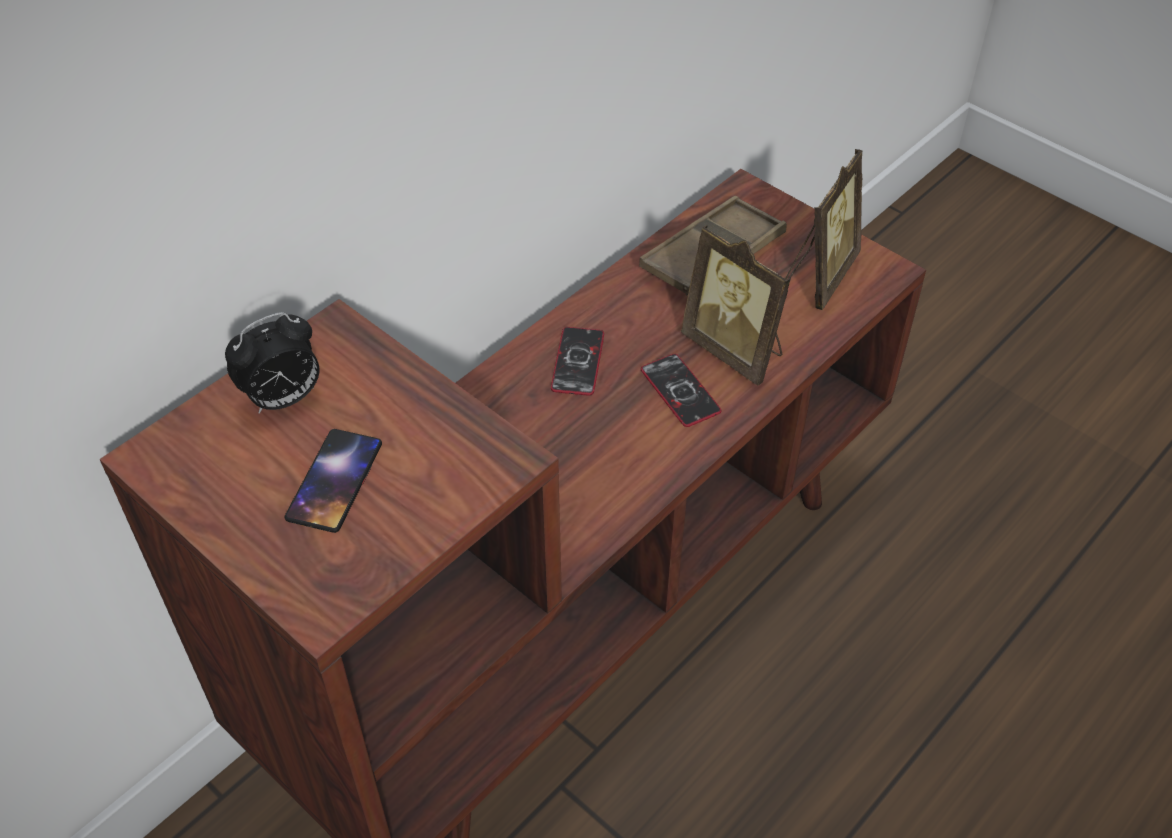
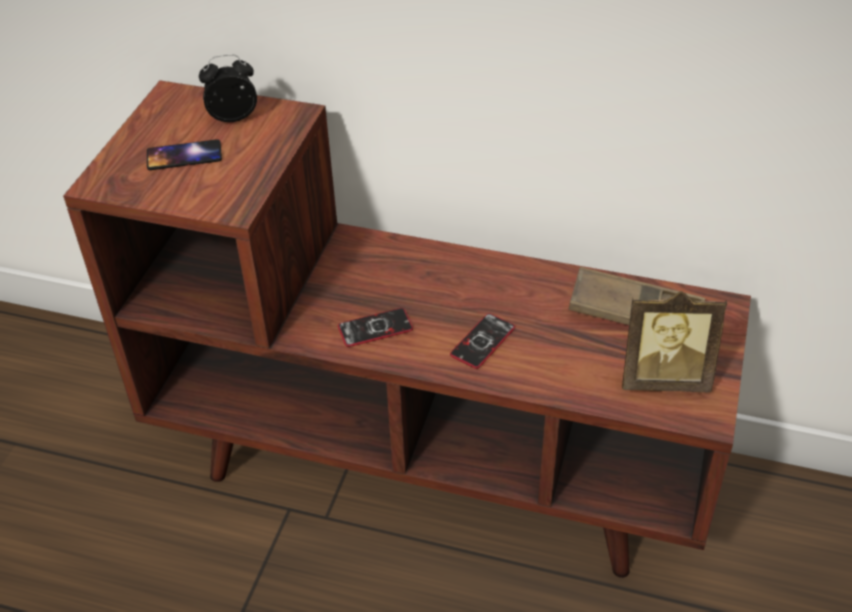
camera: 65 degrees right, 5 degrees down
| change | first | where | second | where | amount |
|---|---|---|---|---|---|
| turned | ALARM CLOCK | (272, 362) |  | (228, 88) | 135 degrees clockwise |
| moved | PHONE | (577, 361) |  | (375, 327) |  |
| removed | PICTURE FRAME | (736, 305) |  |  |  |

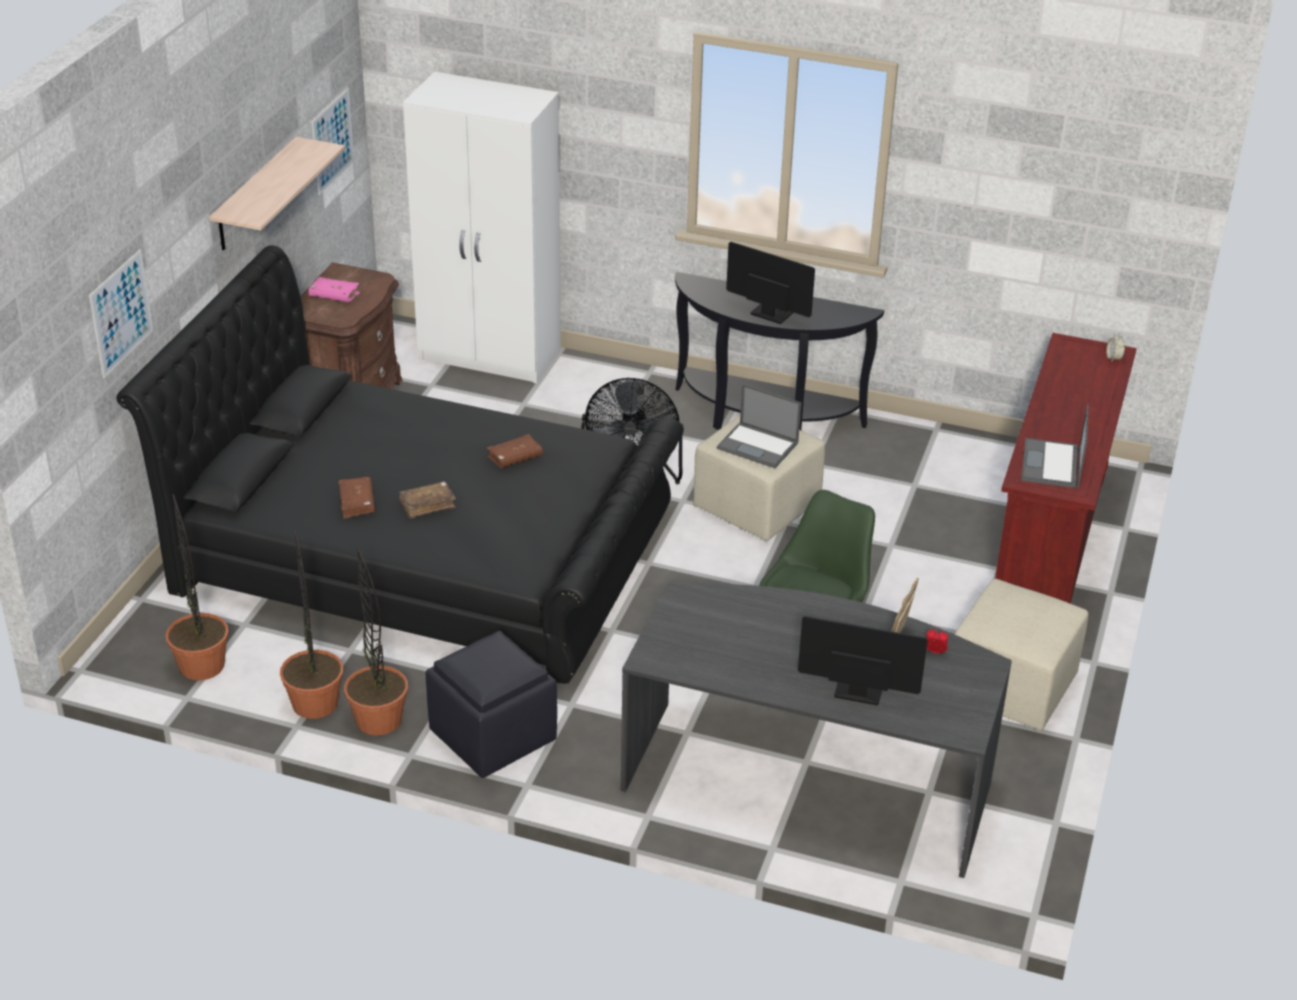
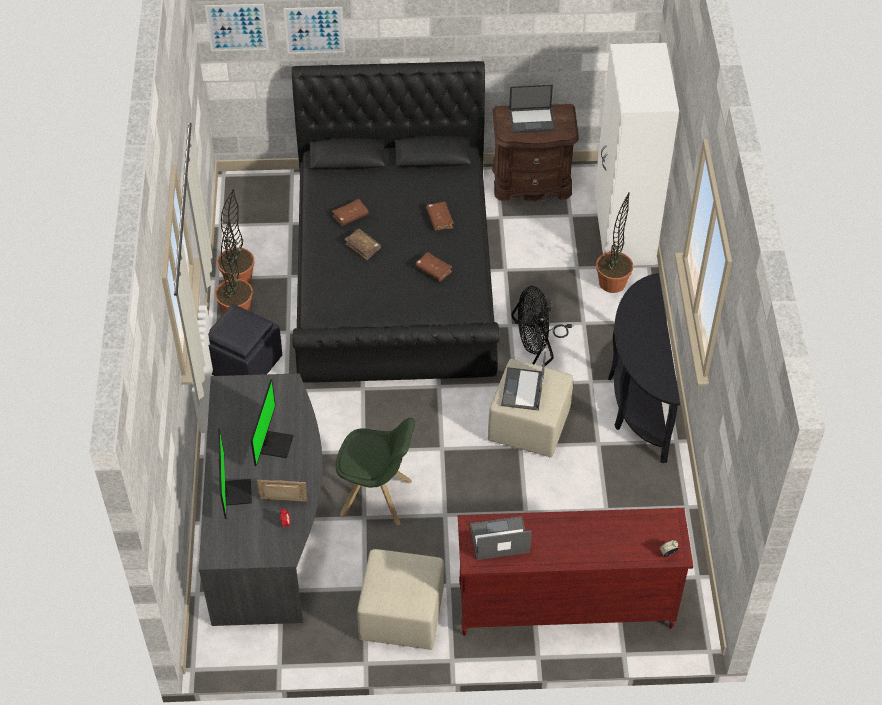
camera: 70 degrees right, 15 degrees up
| change | first | where | second | where | amount |
|---|---|---|---|---|---|
| moved | POTTED PLANT | (197, 587) |  | (614, 242) |  |
| removed | SHELF | (277, 193) |  |  |  |
| replaced | PINK BOOK | (334, 289) | LAPTOP | (532, 108) |  |
| moved | PICTURE | (333, 141) |  | (237, 27) |  |
| moved | MONITOR | (770, 283) |  | (272, 422) |  |
| added |  |  | BROWN BOOK | (440, 216) |  |

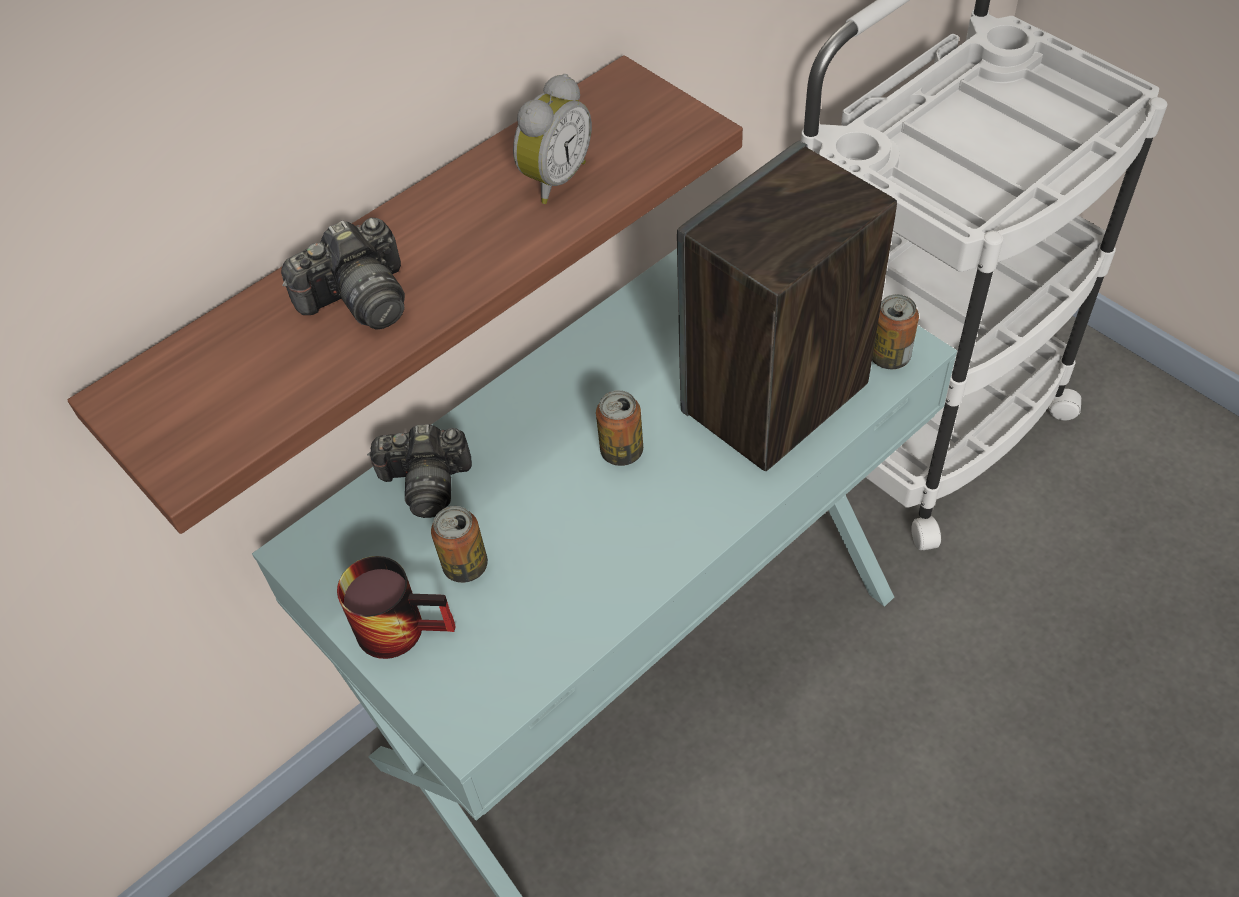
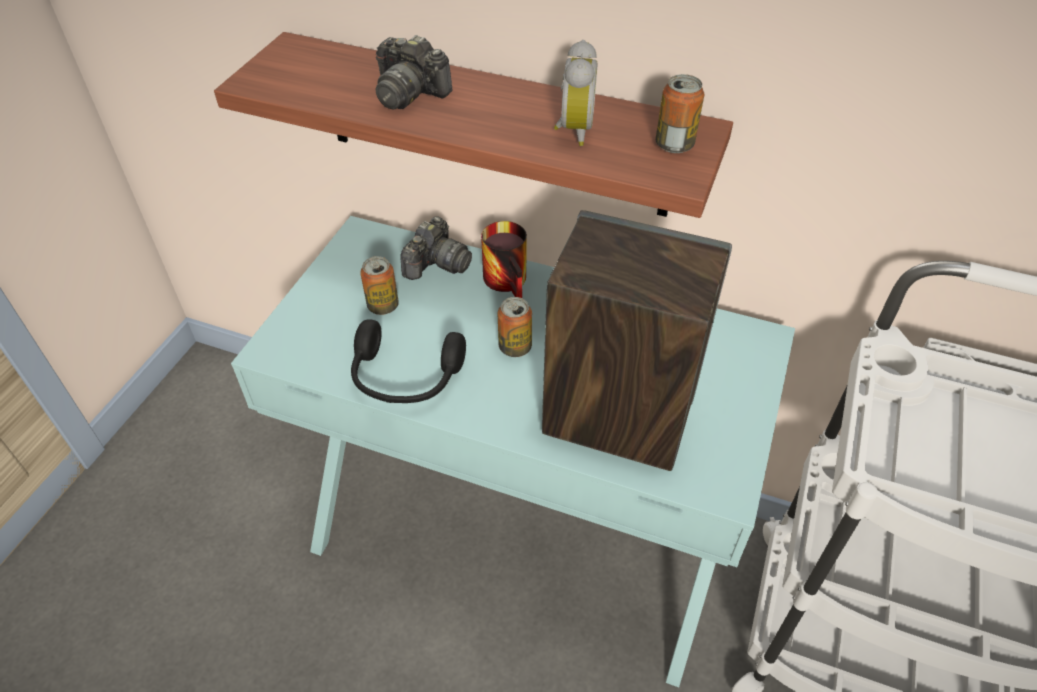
camera: 60 degrees right, 5 degrees down
| change | first | where | second | where | amount |
|---|---|---|---|---|---|
| moved | MUG | (396, 607) |  | (504, 259) |  |
| turned | PHOTO CAMERA | (419, 471) |  | (436, 248) | 120 degrees counterclockwise |
| turned | ALARM CLOCK | (552, 139) |  | (575, 93) | 90 degrees counterclockwise |
| moved | CAN | (895, 331) |  | (680, 113) |  |
| added |  |  | BLACK HEADPHONES | (408, 361) |  |

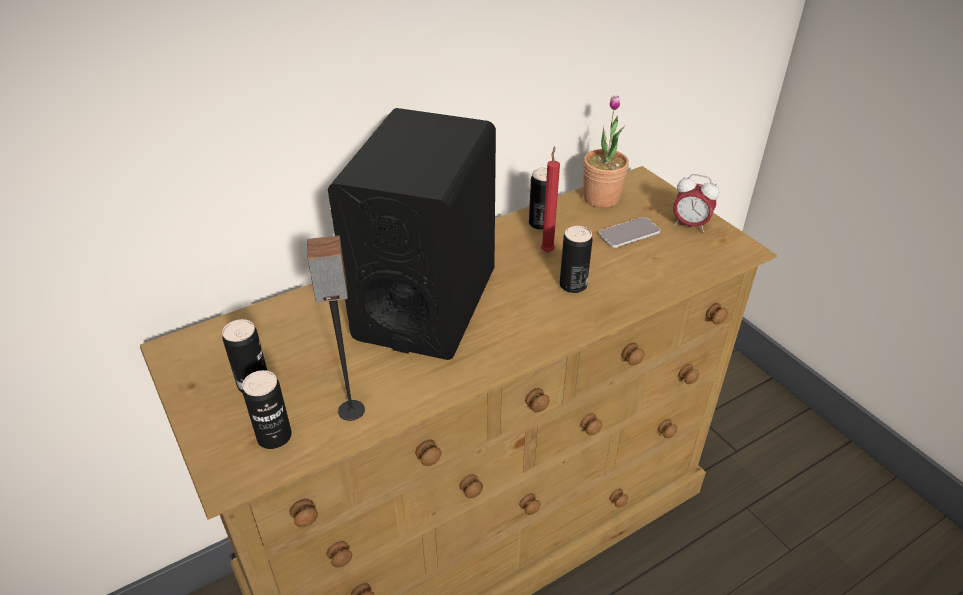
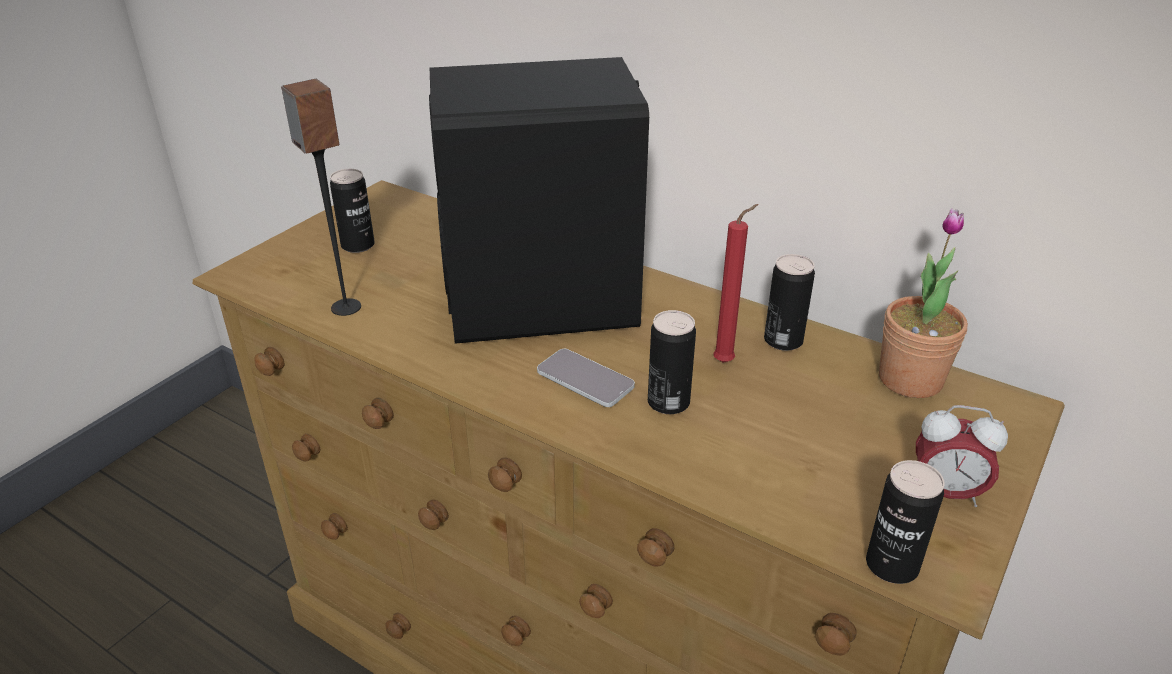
camera: 65 degrees right, 5 degrees down
| change | first | where | second | where | amount |
|---|---|---|---|---|---|
| moved | CAN | (267, 409) |  | (905, 522) |  |
| moved | PHONE | (630, 232) |  | (586, 378) |  |
| turned | ALARM CLOCK | (696, 203) |  | (962, 456) | 75 degrees counterclockwise |

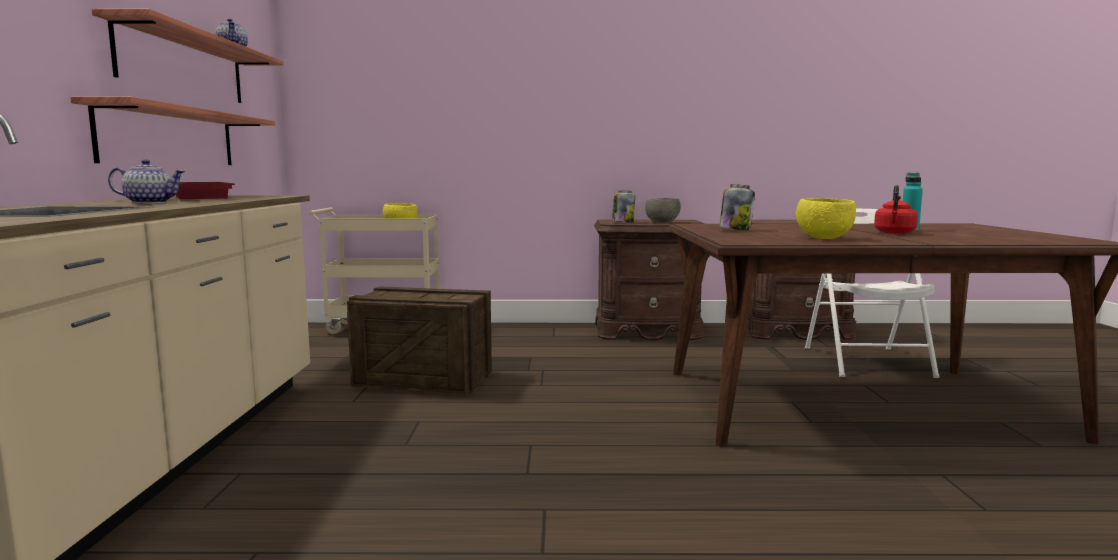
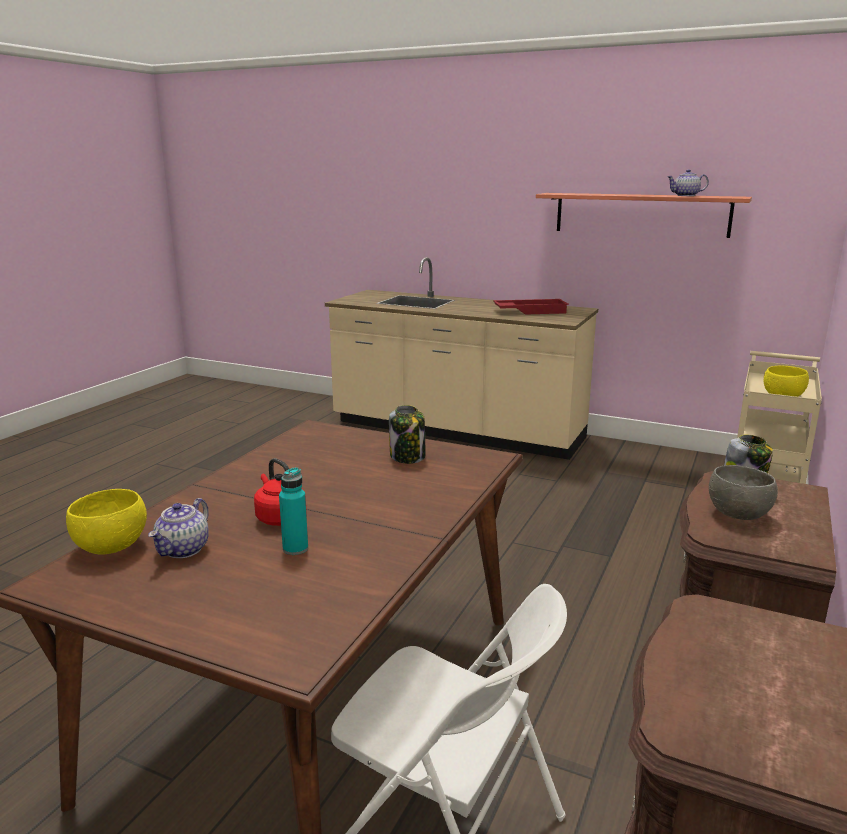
camera: 115 degrees right, 10 degrees up
| change | first | where | second | where | amount |
|---|---|---|---|---|---|
| removed | SHELF | (172, 130) |  |  |  |
| moved | TEAPOT | (146, 181) |  | (178, 528) |  |
| removed | CRATE | (419, 340) |  |  |  |
| moved | YELLOW BOWL | (826, 218) |  | (106, 522) |  |

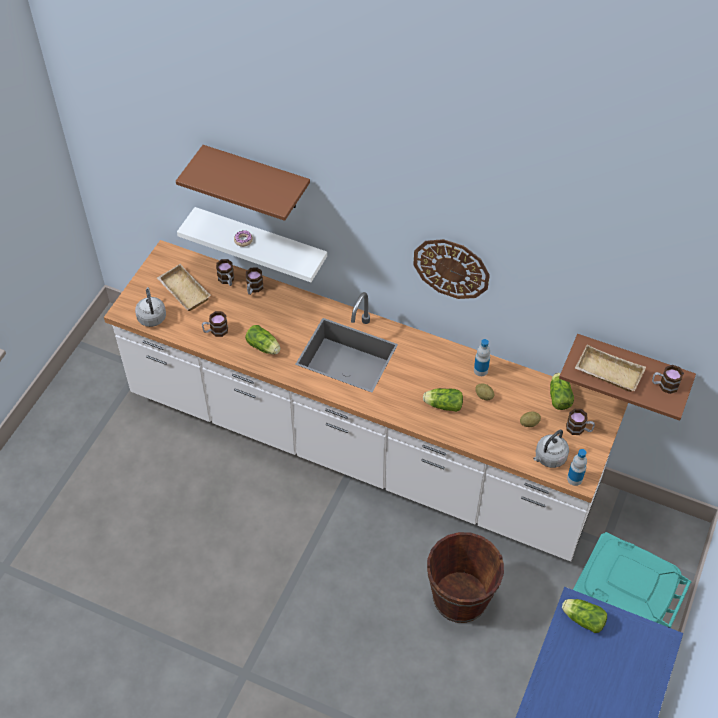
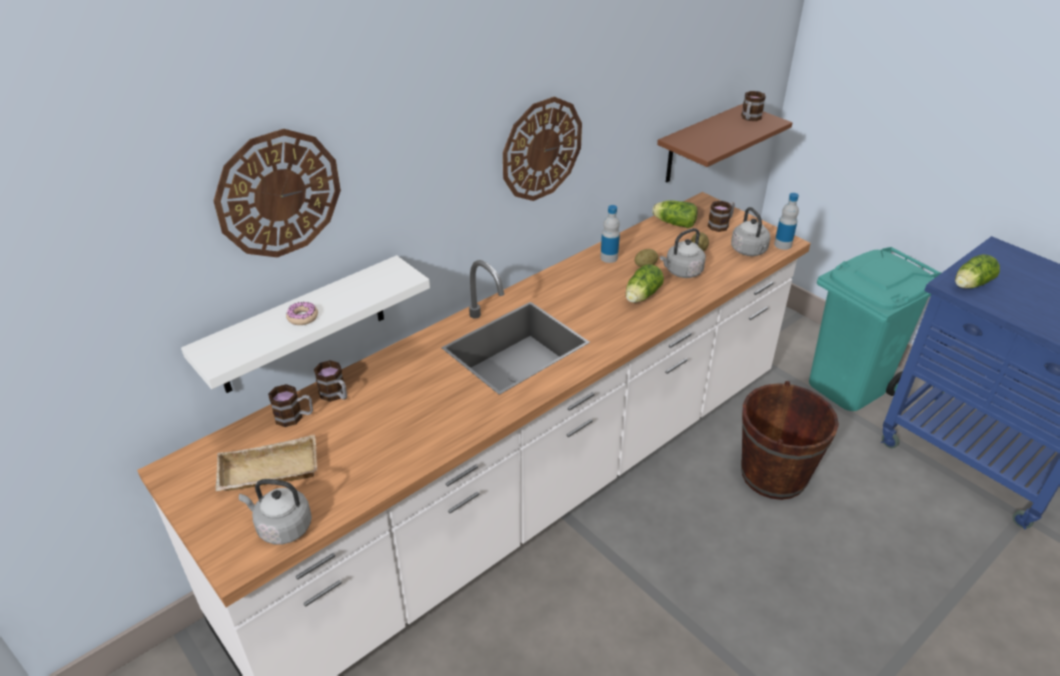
camera: 65 degrees left, 15 degrees down
| change | first | where | second | where | amount |
|---|---|---|---|---|---|
| replaced | BROWN SHELF | (243, 183) | WALL CLOCK | (277, 193) |  |
| removed | MUG | (215, 324) |  |  |  |
| removed | LETTUCE | (262, 340) |  |  |  |
| removed | BEIGE TRAY | (610, 368) |  |  |  |
| added |  |  | GREY KETTLE | (683, 253) |  |

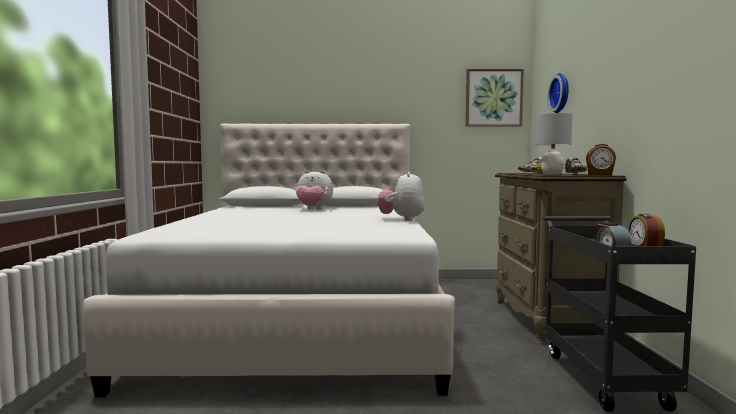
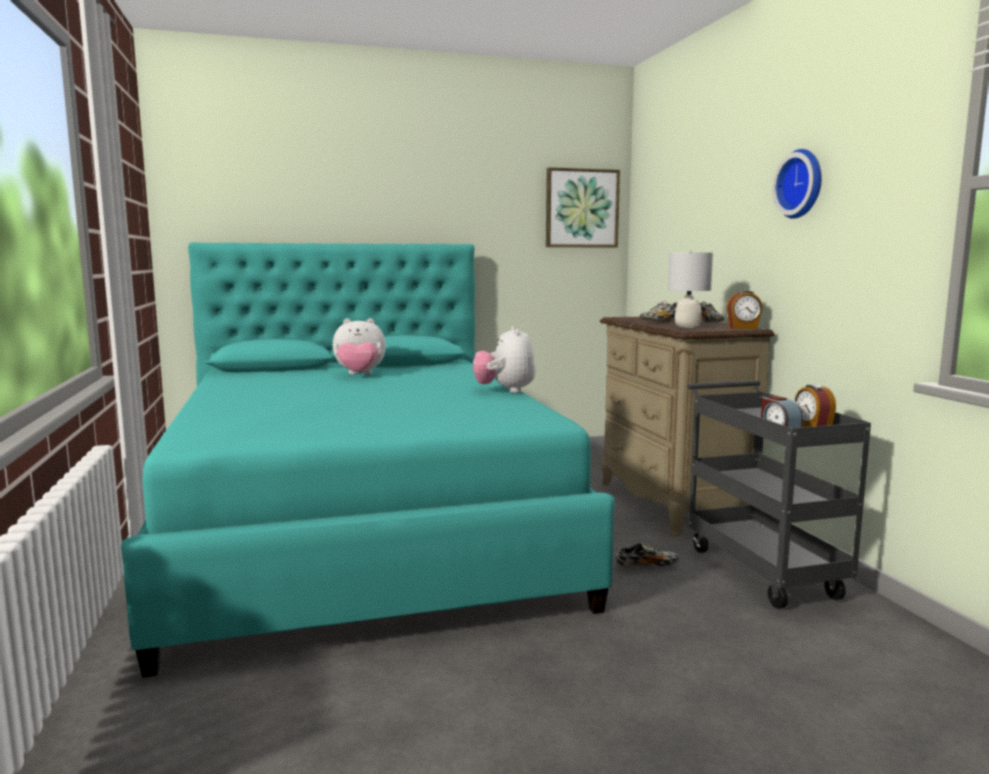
camera: 15 degrees left, 5 degrees up
| change | first | where | second | where | amount |
|---|---|---|---|---|---|
| recoloured | WHITE BED | (269, 260) | TURQUOISE BED | (368, 460) |  |
| moved | WALL CLOCK | (558, 93) |  | (797, 184) |  |
| added |  |  | SHOE | (647, 555) |  |

